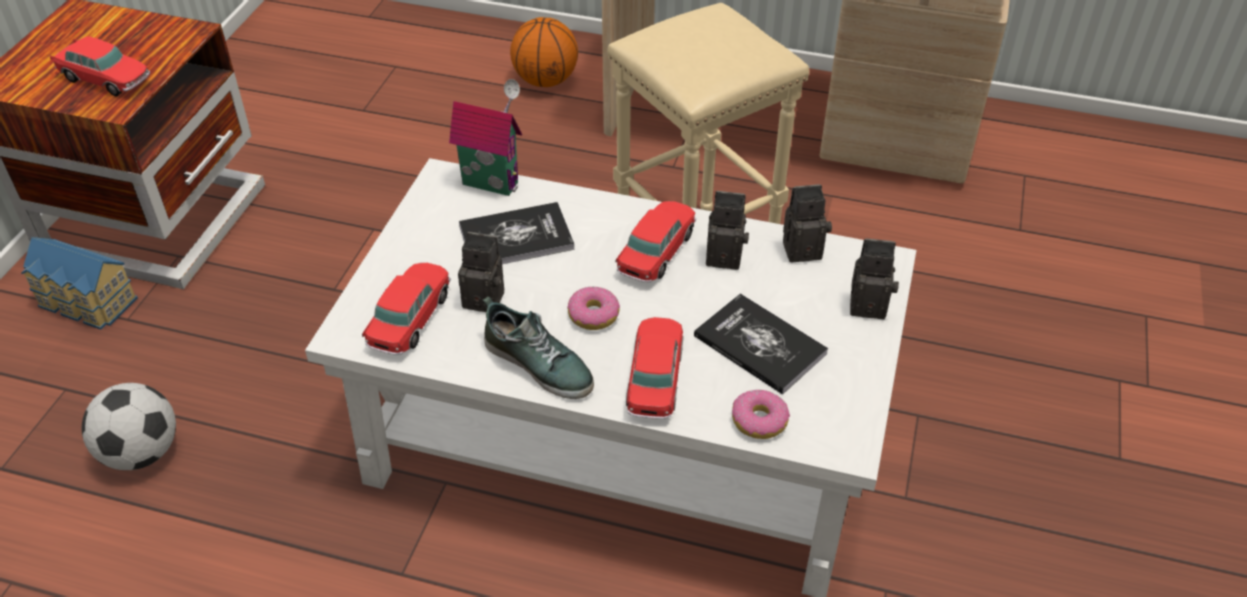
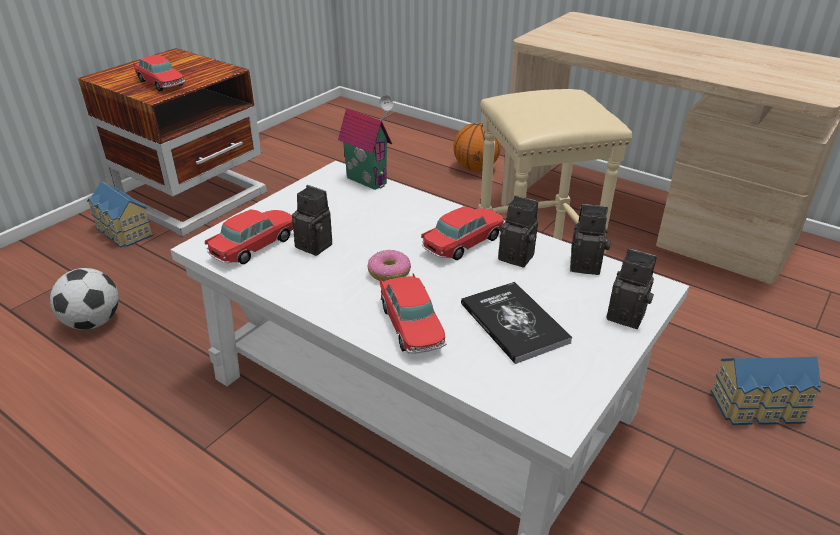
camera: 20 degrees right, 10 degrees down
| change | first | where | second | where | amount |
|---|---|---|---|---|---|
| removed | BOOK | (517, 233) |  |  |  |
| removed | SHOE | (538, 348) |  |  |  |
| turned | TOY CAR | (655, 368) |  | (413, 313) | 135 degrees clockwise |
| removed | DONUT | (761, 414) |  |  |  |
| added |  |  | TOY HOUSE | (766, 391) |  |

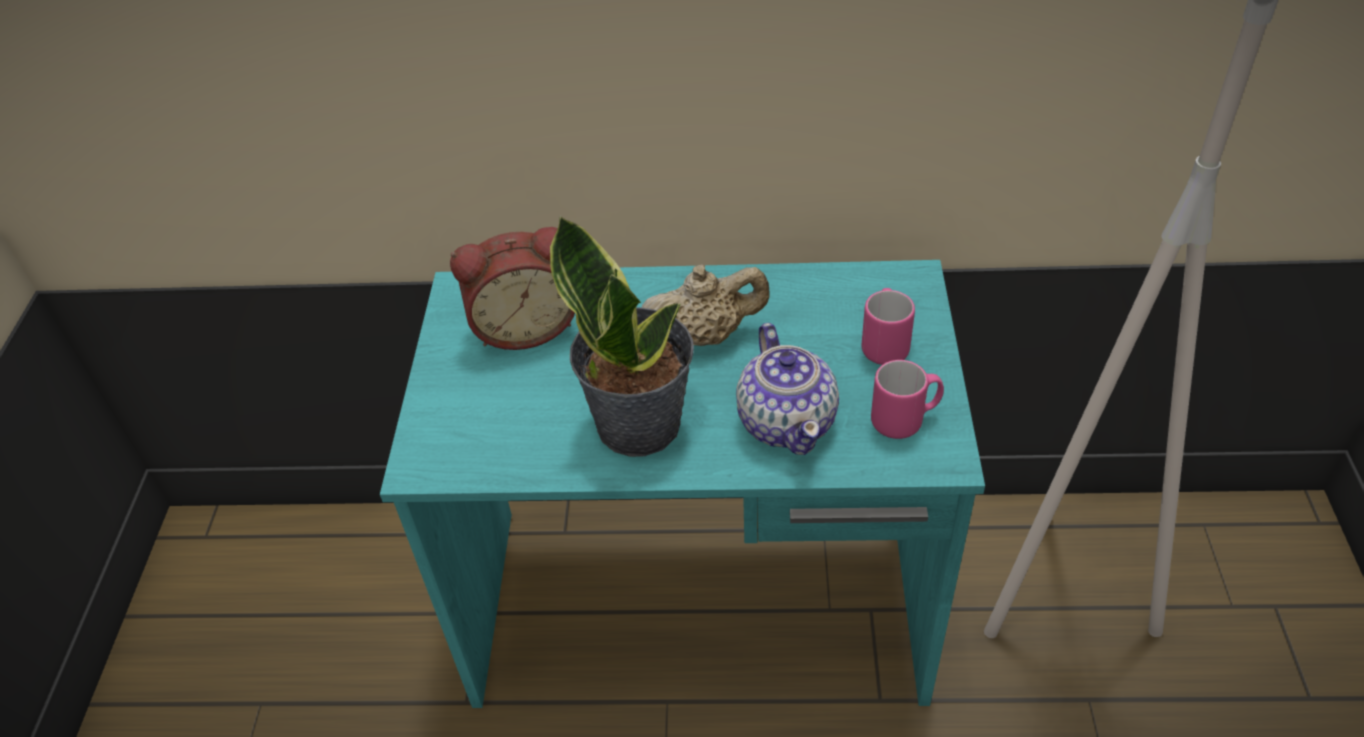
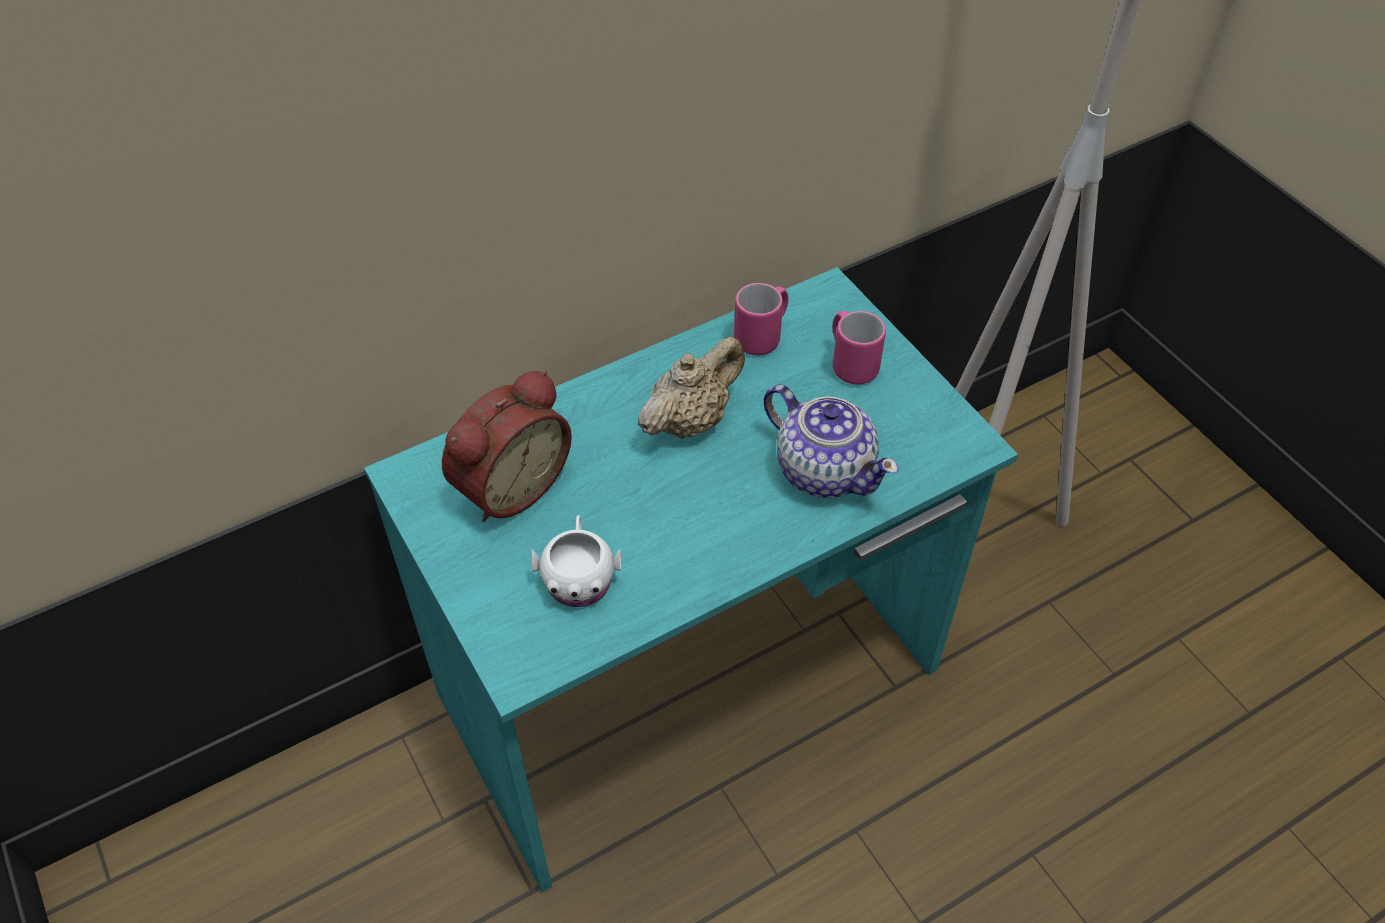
camera: 35 degrees left, 5 degrees up
| change | first | where | second | where | amount |
|---|---|---|---|---|---|
| removed | POTTED PLANT | (622, 336) |  |  |  |
| moved | PINK MUG | (907, 399) |  | (761, 319) |  |
| added |  |  | WHITE MUG | (576, 561) |  |

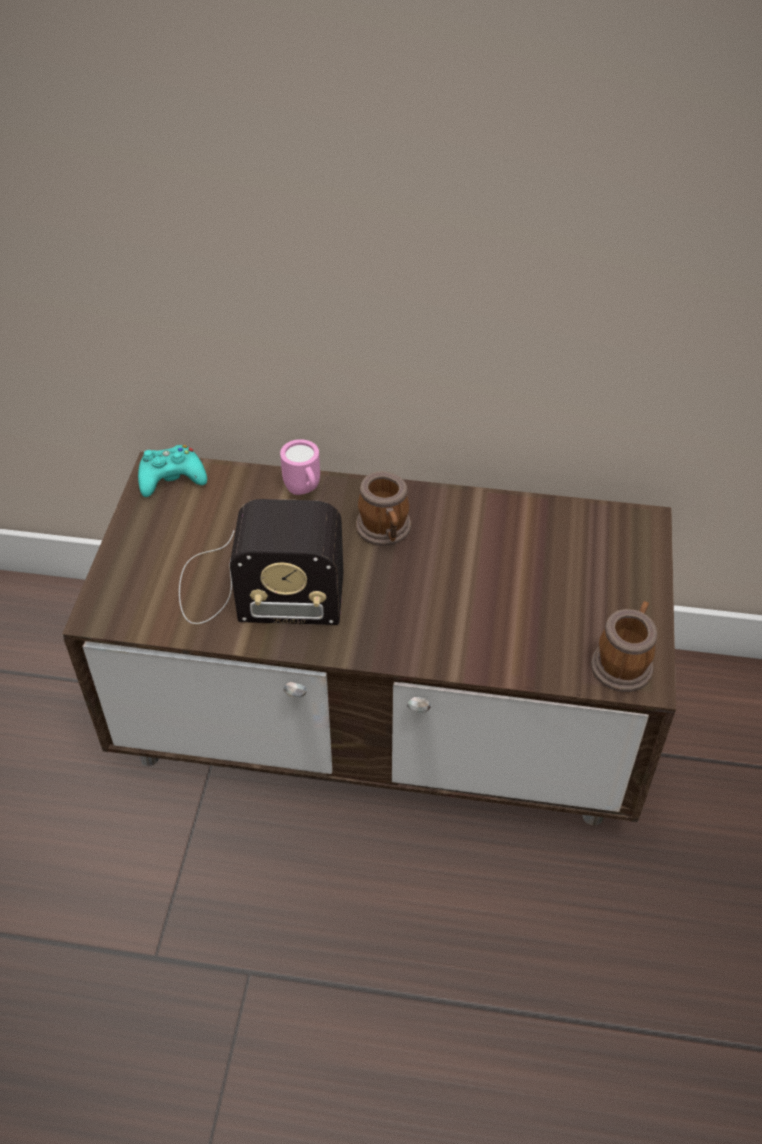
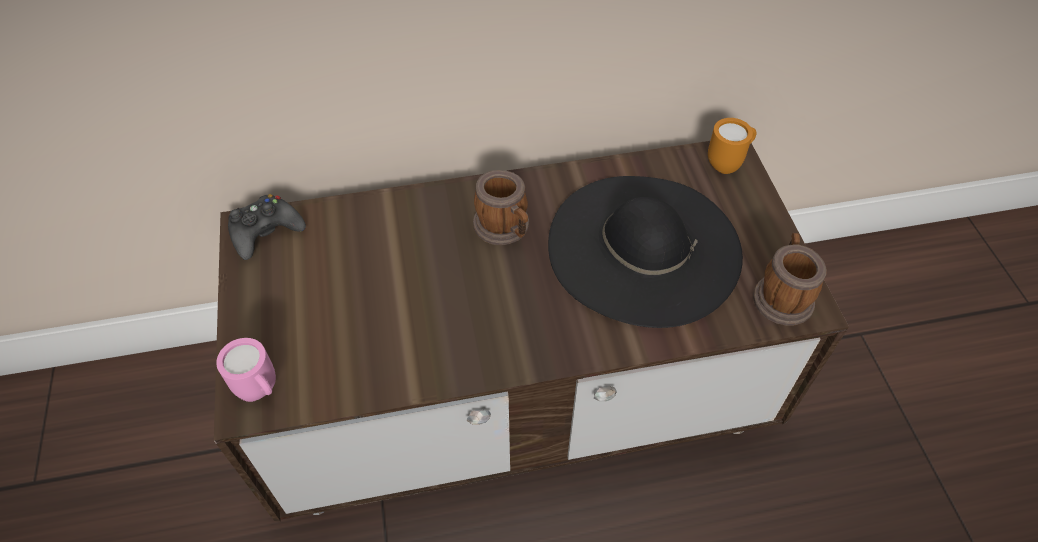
camera: 20 degrees left, 5 degrees up
| change | first | where | second | where | amount |
|---|---|---|---|---|---|
| recoloured | TURQUOISE GAME CONTROLLER | (172, 471) | BLACK GAME CONTROLLER | (267, 227) |  |
| removed | RADIO | (261, 562) |  |  |  |
| moved | PINK MUG | (300, 467) |  | (246, 370) |  |
| added |  |  | BLACK HAT | (645, 252) |  |
| added |  |  | ORANGE MUG | (732, 146) |  |

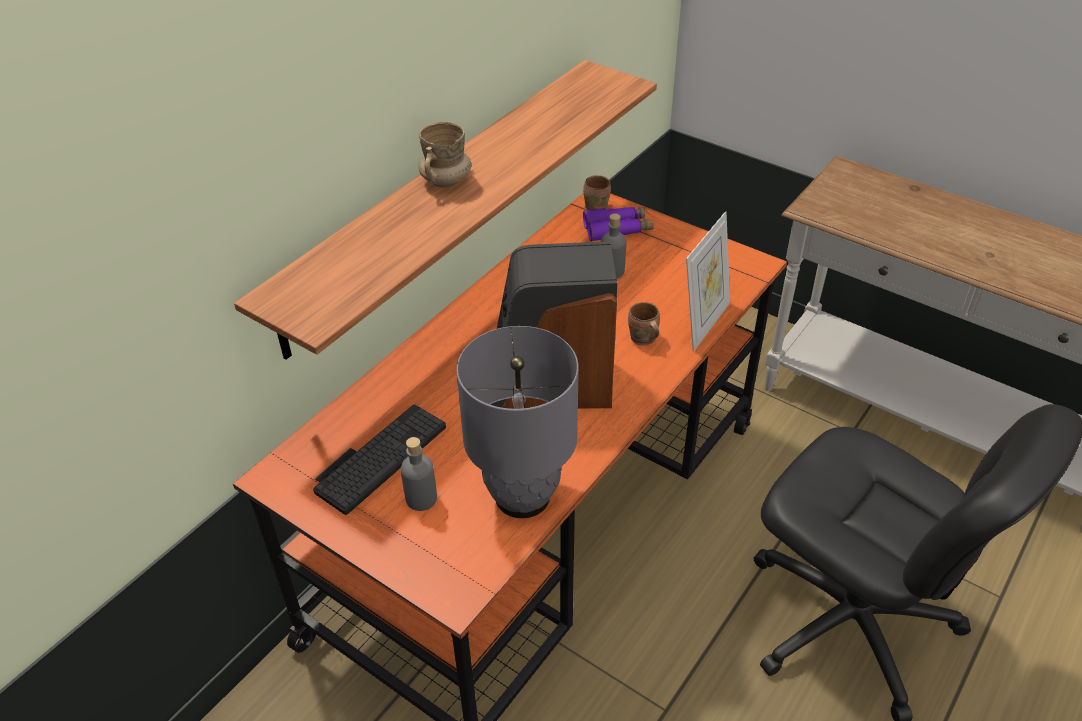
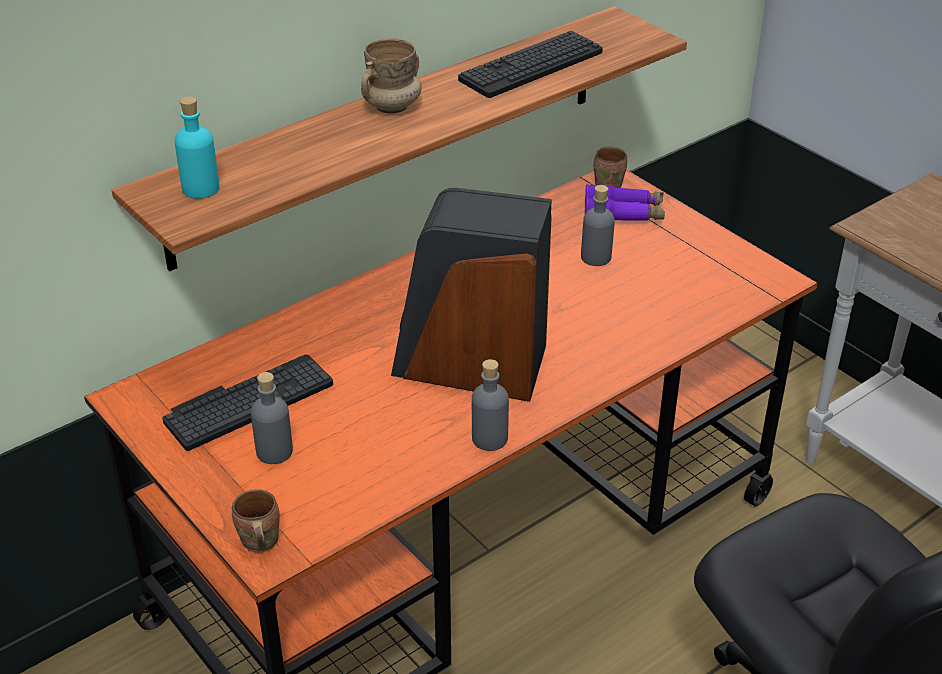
camera: 15 degrees right, 5 degrees down
| change | first | where | second | where | amount |
|---|---|---|---|---|---|
| removed | GREY TABLE LAMP | (517, 422) |  |  |  |
| moved | BROWN MUG | (644, 324) |  | (256, 521) |  |
| removed | PICTURE FRAME | (708, 281) |  |  |  |
| added |  |  | TURQUOISE BOTTLE | (197, 147) |  |
| added |  |  | KEYBOARD | (530, 64) |  |
| added |  |  | GREY BOTTLE | (490, 405) |  |

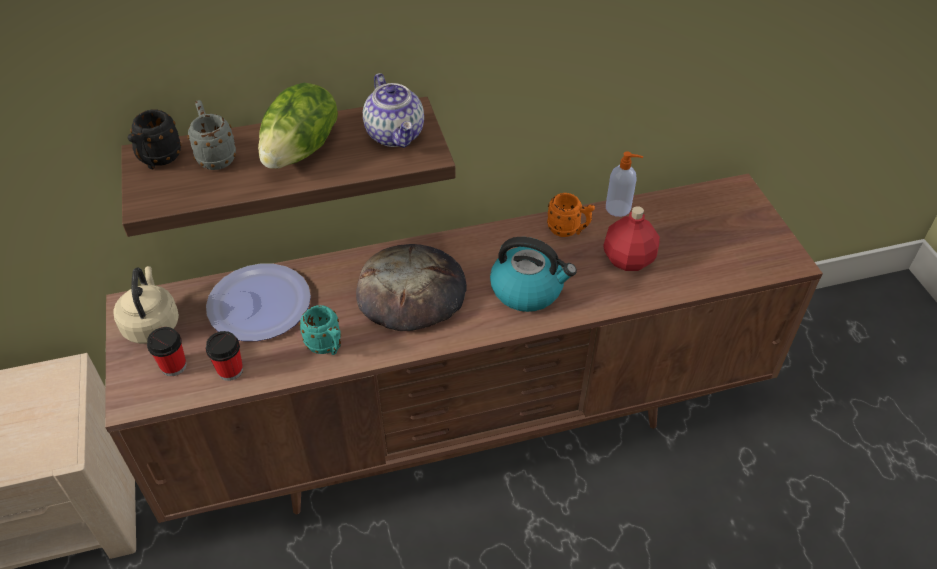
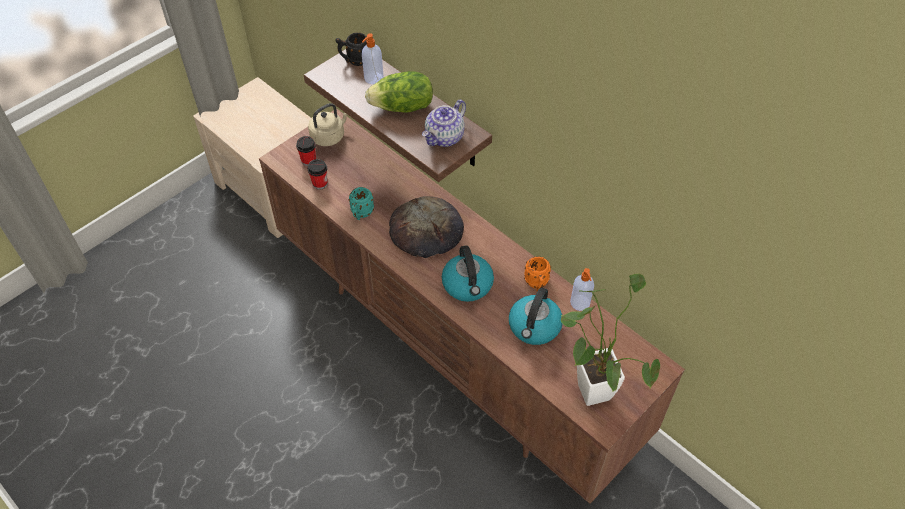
camera: 60 degrees right, 5 degrees up
| change | first | where | second | where | amount |
|---|---|---|---|---|---|
| replaced | GREY MUG | (211, 135) | SOAP DISPENSER | (373, 58) |  |
| removed | PLATE | (258, 302) |  |  |  |
| replaced | RED BOTTLE | (631, 238) | KETTLE | (536, 316) |  |
| added |  |  | POTTED PLANT | (610, 340) |  |

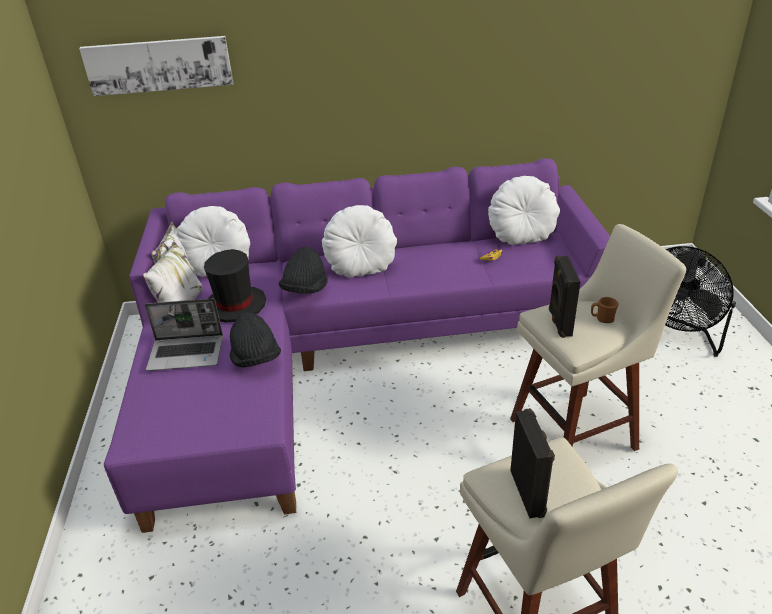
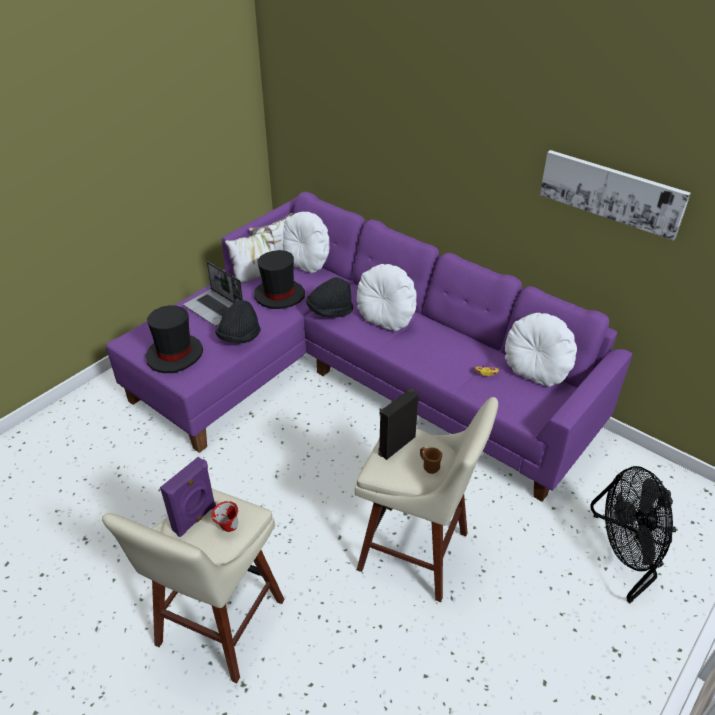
camera: 45 degrees right, 5 degrees up
| change | first | where | second | where | amount |
|---|---|---|---|---|---|
| moved | PICTURE | (156, 66) |  | (615, 195) |  |
| recoloured | BLACK SPEAKER | (532, 463) | PURPLE SPEAKER | (188, 497) |  |
| added |  |  | BLACK HAT | (174, 339) |  |
| added |  |  | RED MUG | (224, 516) |  |

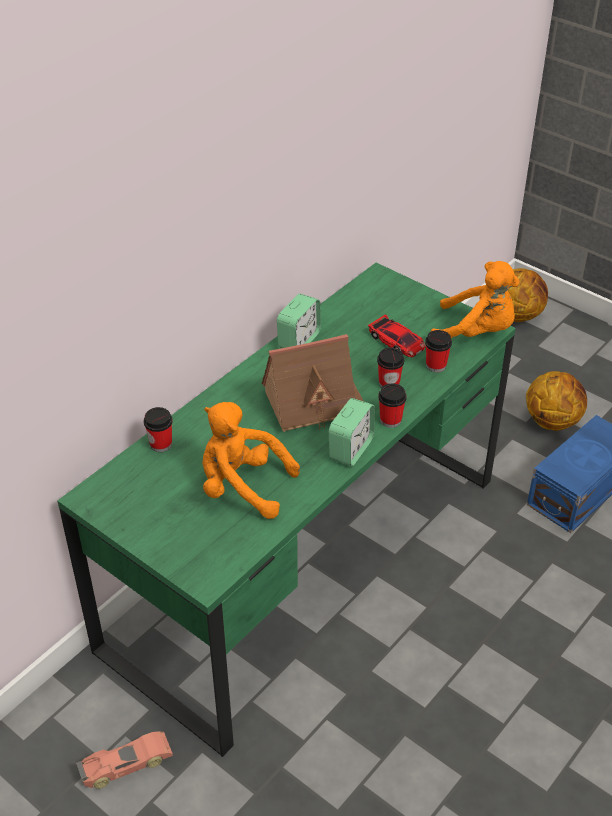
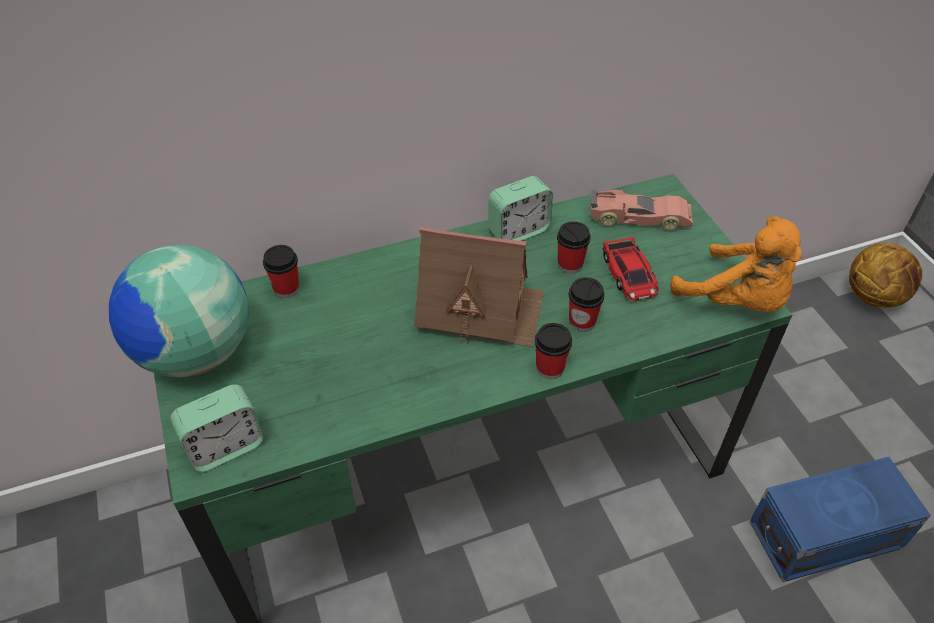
camera: 30 degrees right, 5 degrees up
| change | first | where | second | where | amount |
|---|---|---|---|---|---|
| moved | TOY CAR | (124, 760) |  | (641, 210) |  |
| removed | ORANGE PLUSH TOY | (251, 460) |  |  |  |
| moved | ALARM CLOCK | (352, 432) |  | (217, 428) |  |
| moved | CUP | (438, 351) |  | (574, 247) |  |
| removed | BASKETBALL | (556, 401) |  |  |  |
| added |  |  | GLOBE | (179, 311) |  |

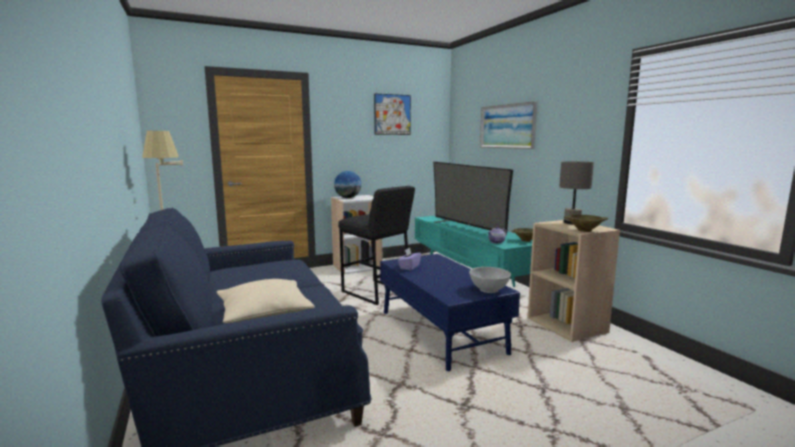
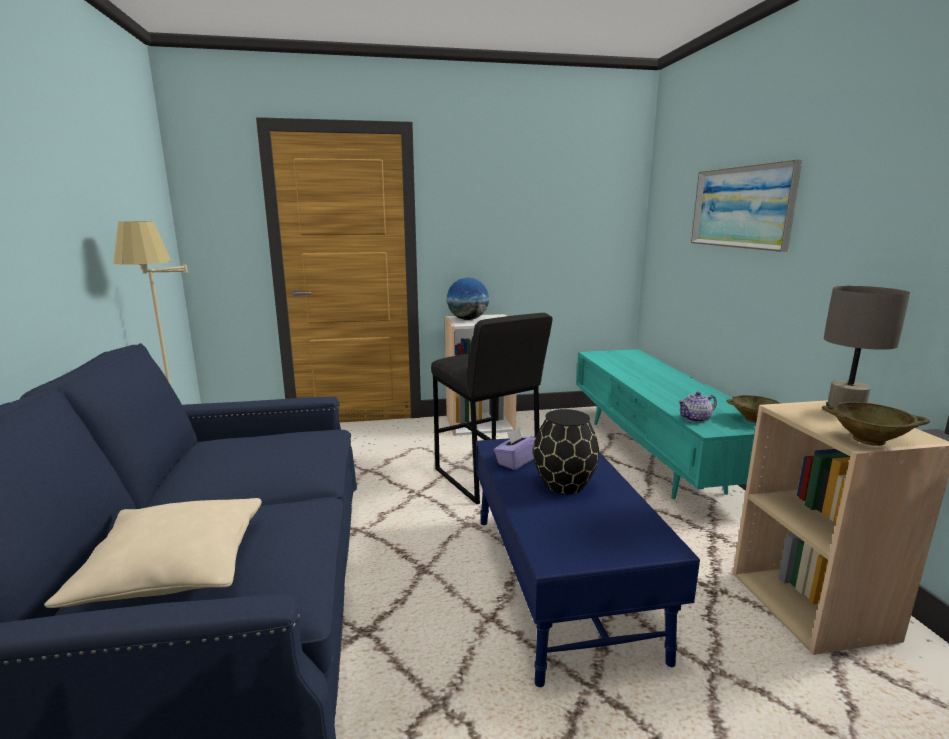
camera: 15 degrees right, 5 degrees up
| change | first | where | second | where | amount |
|---|---|---|---|---|---|
| removed | PICTURE | (392, 114) |  |  |  |
| removed | TELEVISION | (473, 199) |  |  |  |
| removed | WHITE BOWL | (490, 280) |  |  |  |
| added |  |  | BLACK VASE | (566, 451) |  |

